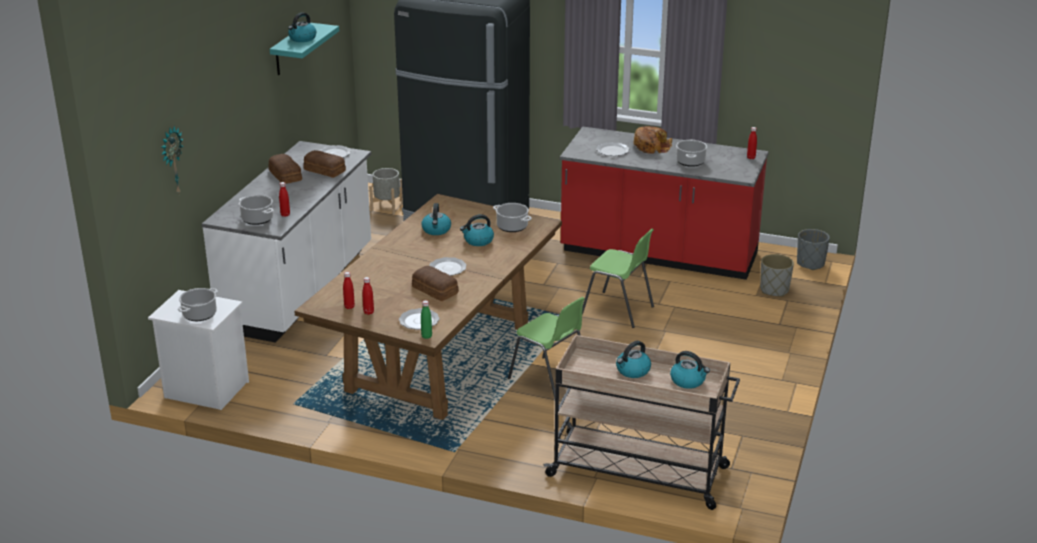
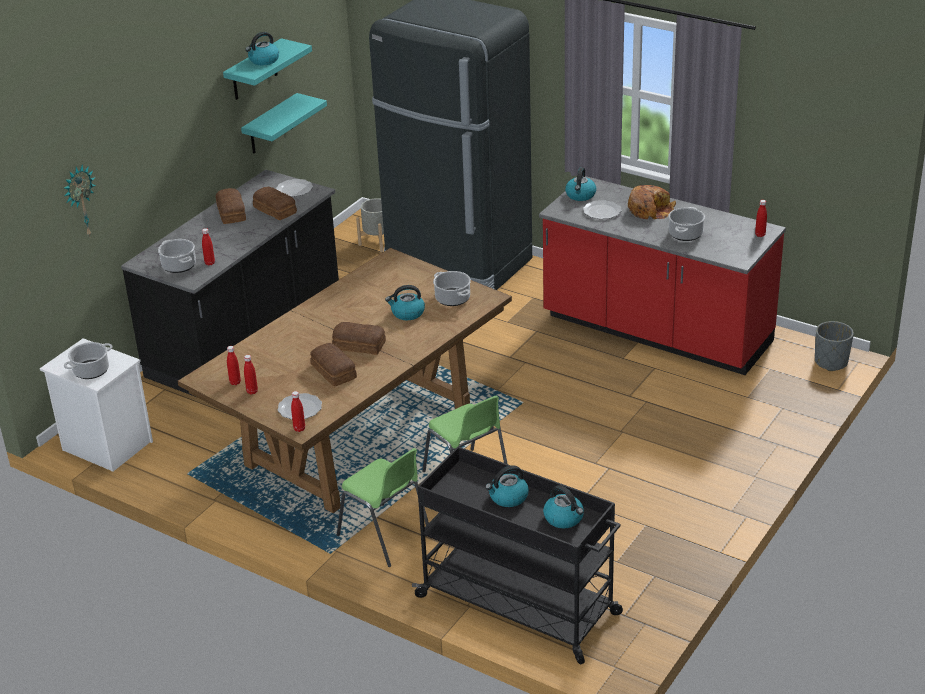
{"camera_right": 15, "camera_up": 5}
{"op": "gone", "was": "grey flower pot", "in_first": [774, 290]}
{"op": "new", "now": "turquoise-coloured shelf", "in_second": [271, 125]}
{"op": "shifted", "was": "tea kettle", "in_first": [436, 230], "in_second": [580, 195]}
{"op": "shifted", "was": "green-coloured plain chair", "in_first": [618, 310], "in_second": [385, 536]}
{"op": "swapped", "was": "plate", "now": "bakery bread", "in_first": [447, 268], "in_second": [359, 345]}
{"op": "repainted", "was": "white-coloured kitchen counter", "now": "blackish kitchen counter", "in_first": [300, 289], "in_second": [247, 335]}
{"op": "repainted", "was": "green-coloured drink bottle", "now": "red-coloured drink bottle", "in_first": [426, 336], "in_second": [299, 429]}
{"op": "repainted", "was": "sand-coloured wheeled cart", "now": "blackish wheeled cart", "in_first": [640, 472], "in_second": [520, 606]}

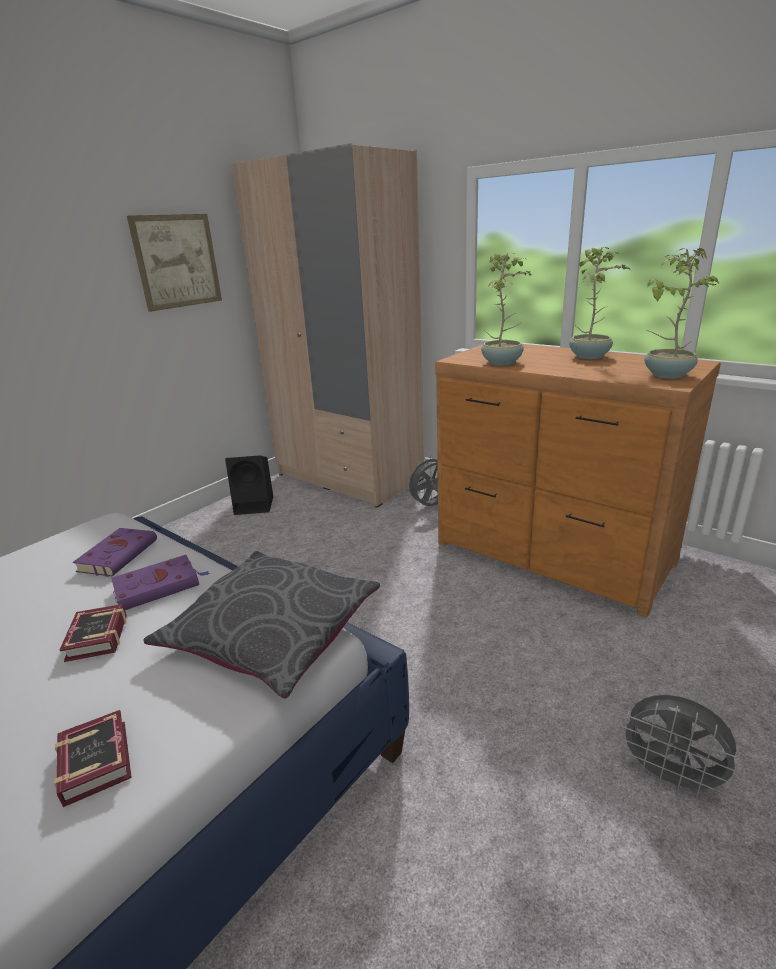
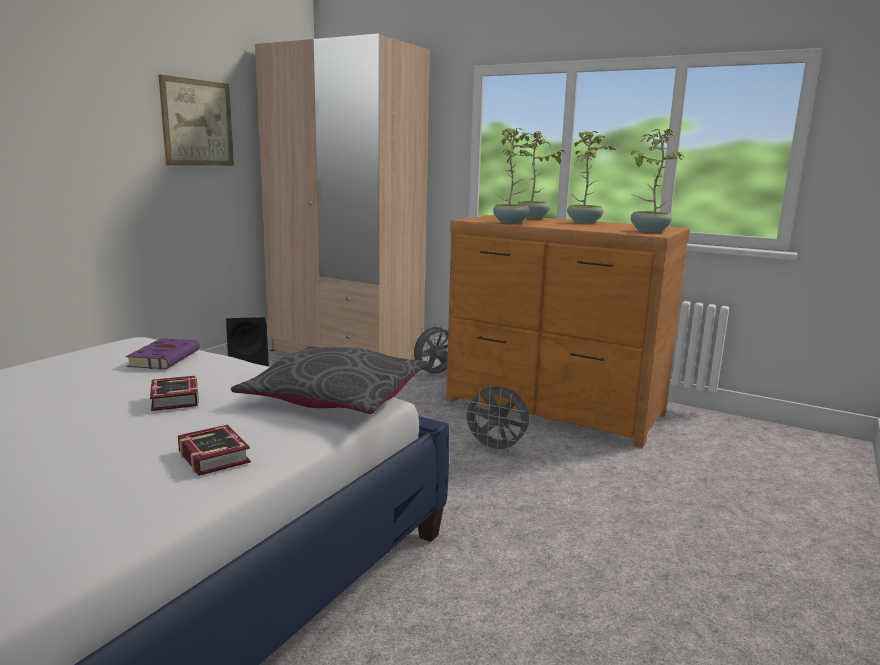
{"camera_right": -10, "camera_up": -10}
{"op": "gone", "was": "purple volume", "in_first": [159, 586]}
{"op": "new", "now": "houseplant", "in_second": [532, 218]}
{"op": "shifted", "was": "grey fan", "in_first": [670, 778], "in_second": [496, 449]}

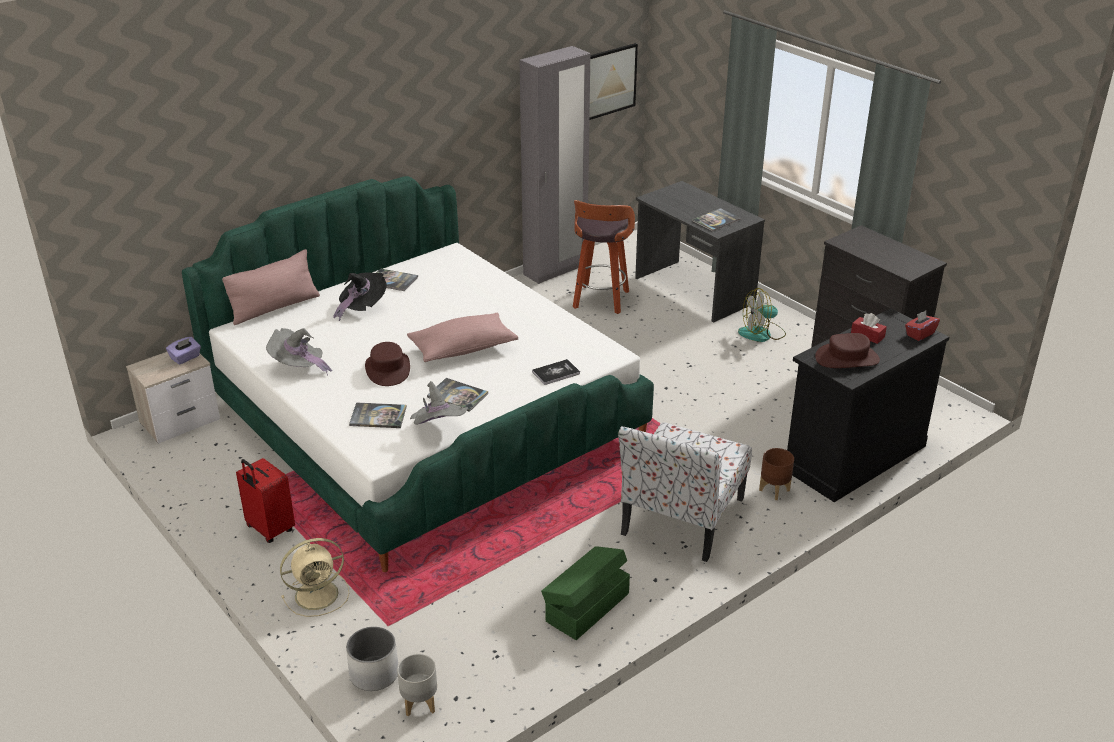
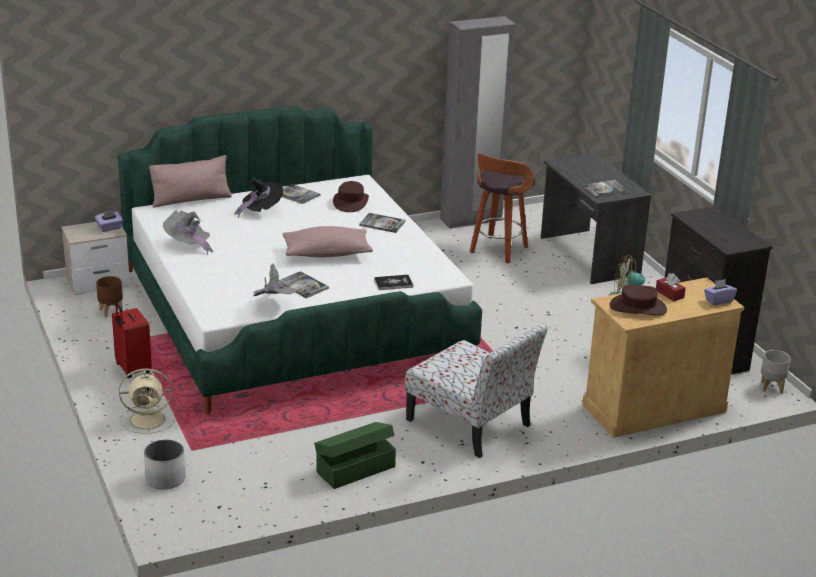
{"camera_right": 15, "camera_up": -5}
{"op": "gone", "was": "picture", "in_first": [610, 81]}
{"op": "shifted", "was": "volume", "in_first": [378, 416], "in_second": [382, 223]}
{"op": "shifted", "was": "brown-coloured clothing hat", "in_first": [387, 369], "in_second": [350, 202]}
{"op": "shifted", "was": "grey flower pot", "in_first": [419, 703], "in_second": [771, 387]}
{"op": "shifted", "was": "brown-coloured flower pot", "in_first": [774, 490], "in_second": [111, 311]}
{"op": "repainted", "was": "blackish storage cabinet", "now": "sand-coloured storage cabinet", "in_first": [854, 457], "in_second": [653, 408]}
{"op": "repainted", "was": "red-coloured tissue box", "now": "purple tissue box", "in_first": [920, 334], "in_second": [718, 300]}
{"op": "rotated", "was": "plain chair", "in_first": [681, 518], "in_second": [471, 424], "clockwise": -90}

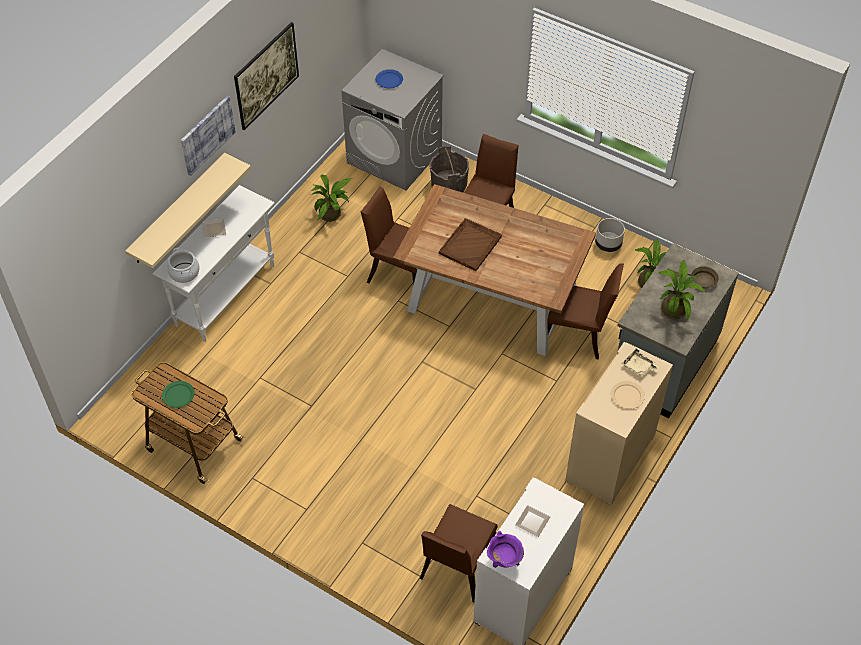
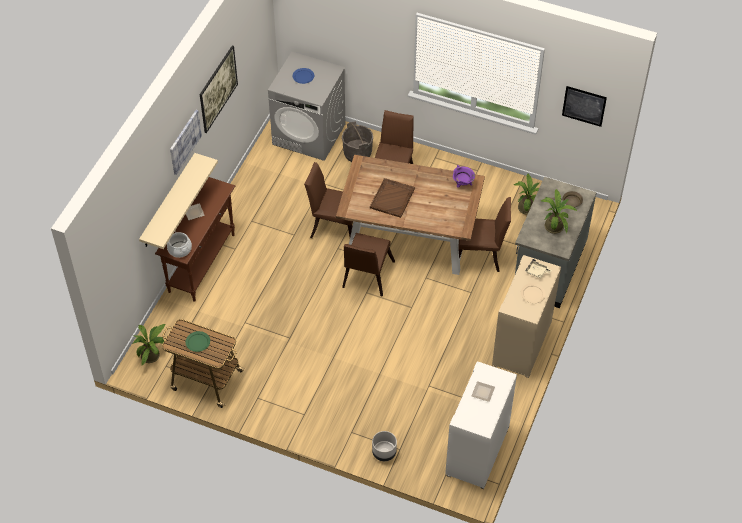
{"camera_right": -10, "camera_up": 0}
{"op": "new", "now": "picture", "in_second": [584, 106]}
{"op": "shifted", "was": "houseplant", "in_first": [332, 213], "in_second": [152, 355]}
{"op": "shifted", "was": "brown-coloured plain chair", "in_first": [457, 567], "in_second": [366, 277]}
{"op": "shifted", "was": "purple cooking pot", "in_first": [504, 560], "in_second": [462, 184]}
{"op": "shifted", "was": "grey flower pot", "in_first": [608, 244], "in_second": [384, 452]}
{"op": "repainted", "was": "white-coloured hall table", "now": "brown-coloured hall table", "in_first": [226, 295], "in_second": [202, 263]}

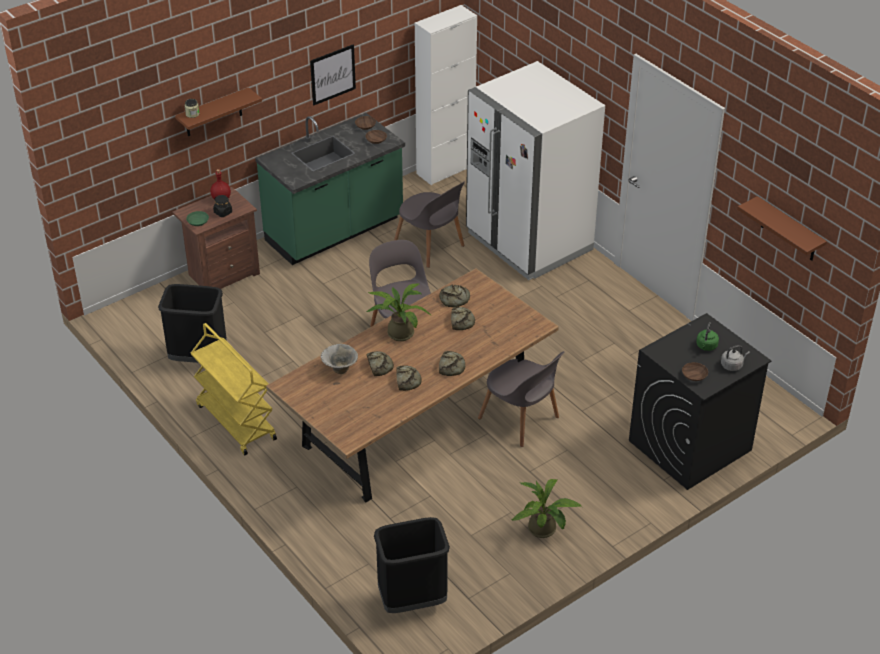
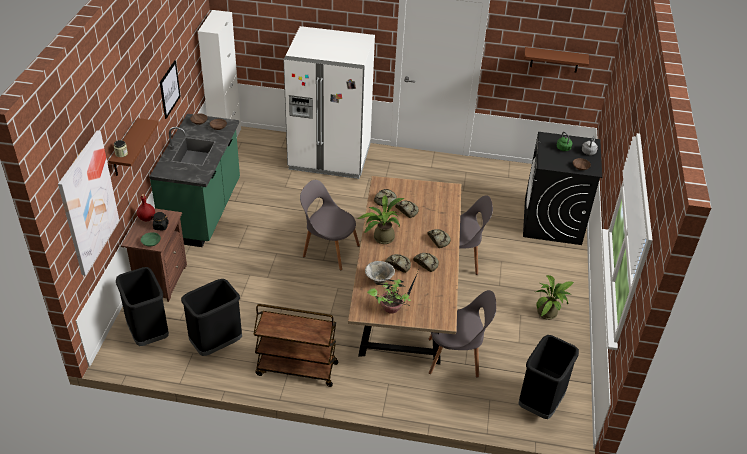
{"camera_right": -45, "camera_up": 0}
{"op": "new", "now": "picture", "in_second": [88, 203]}
{"op": "new", "now": "blackish waste bin", "in_second": [149, 333]}
{"op": "new", "now": "houseplant", "in_second": [391, 308]}
{"op": "shifted", "was": "grey plain chair", "in_first": [430, 247], "in_second": [456, 357]}
{"op": "repainted", "was": "yellow wheeled cart", "now": "brown-coloured wheeled cart", "in_first": [235, 422], "in_second": [296, 369]}

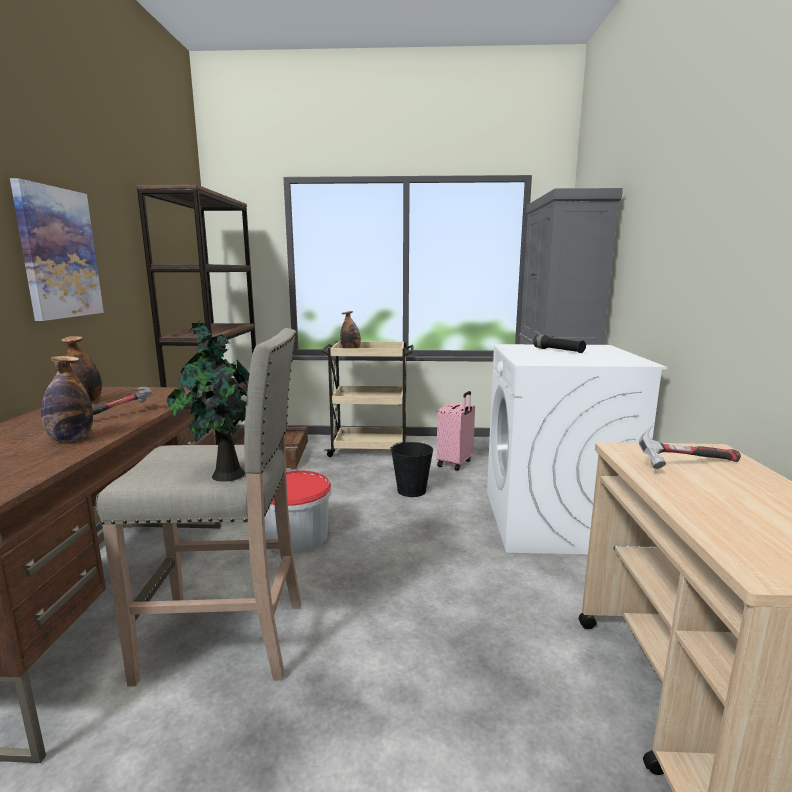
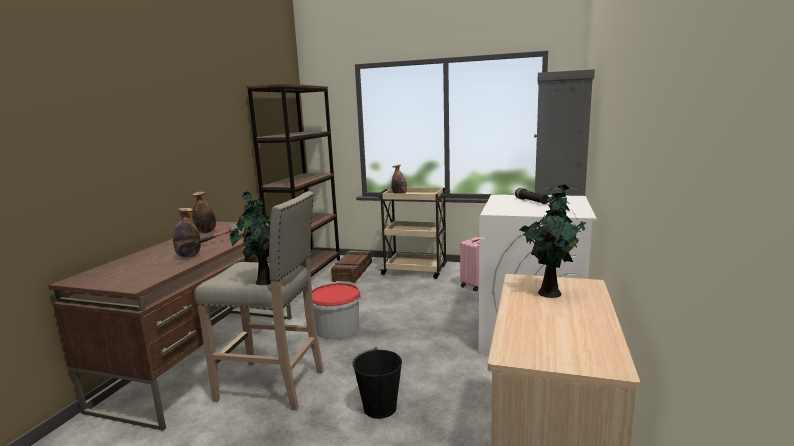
{"camera_right": 15, "camera_up": 0}
{"op": "gone", "was": "picture", "in_first": [58, 253]}
{"op": "shifted", "was": "blackish water bucket", "in_first": [411, 490], "in_second": [380, 407]}
{"op": "swapped", "was": "hand hammer", "now": "houseplant", "in_first": [684, 464], "in_second": [549, 292]}

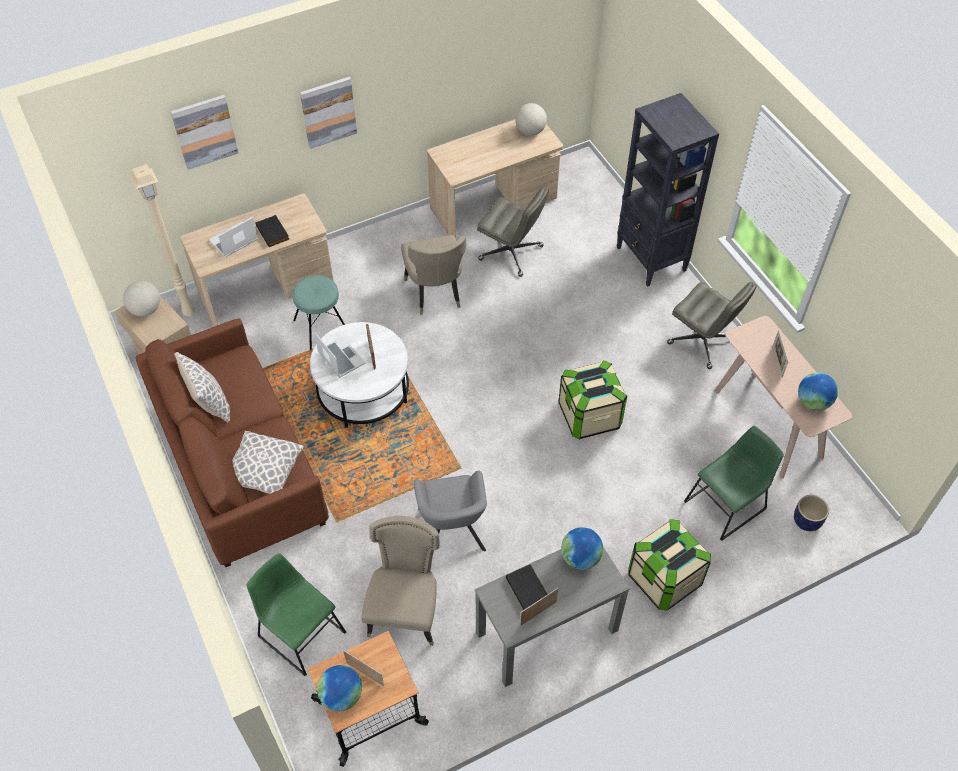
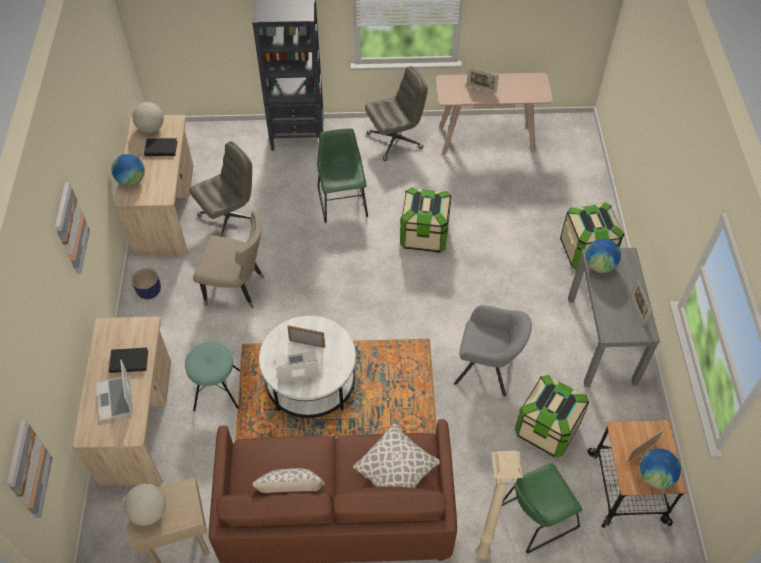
{"camera_right": -65, "camera_up": 0}
{"op": "shifted", "was": "sand-coloured floor lamp", "in_first": [187, 312], "in_second": [481, 553]}
{"op": "shifted", "was": "picture", "in_first": [204, 131], "in_second": [28, 469]}
{"op": "shifted", "was": "blackish volume", "in_first": [528, 589], "in_second": [161, 148]}
{"op": "shifted", "was": "green-coloured plain chair", "in_first": [727, 504], "in_second": [342, 200]}
{"op": "shifted", "was": "flower pot", "in_first": [807, 521], "in_second": [150, 291]}
{"op": "shifted", "was": "desk globe", "in_first": [813, 402], "in_second": [131, 180]}
{"op": "swapped", "was": "sand-coloured plain chair", "now": "storage bin", "in_first": [406, 611], "in_second": [546, 428]}

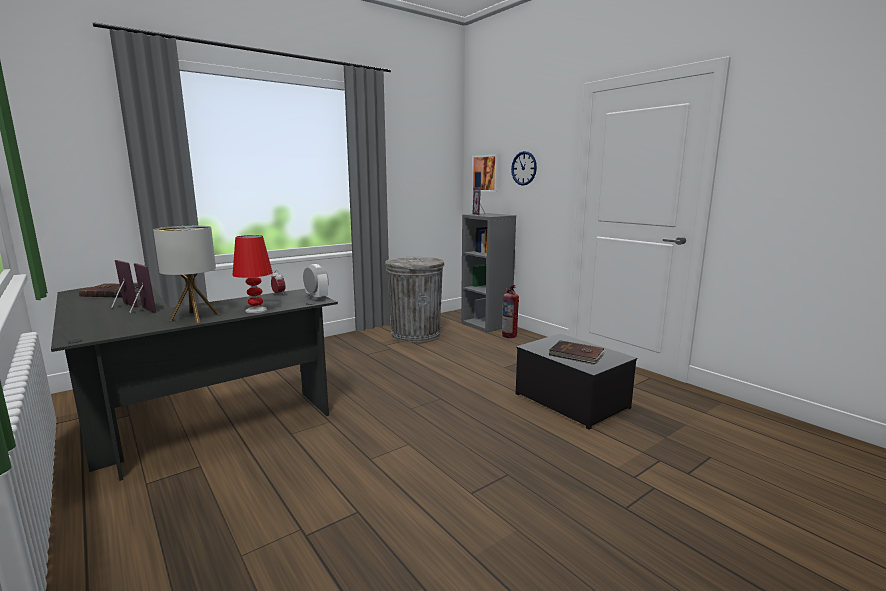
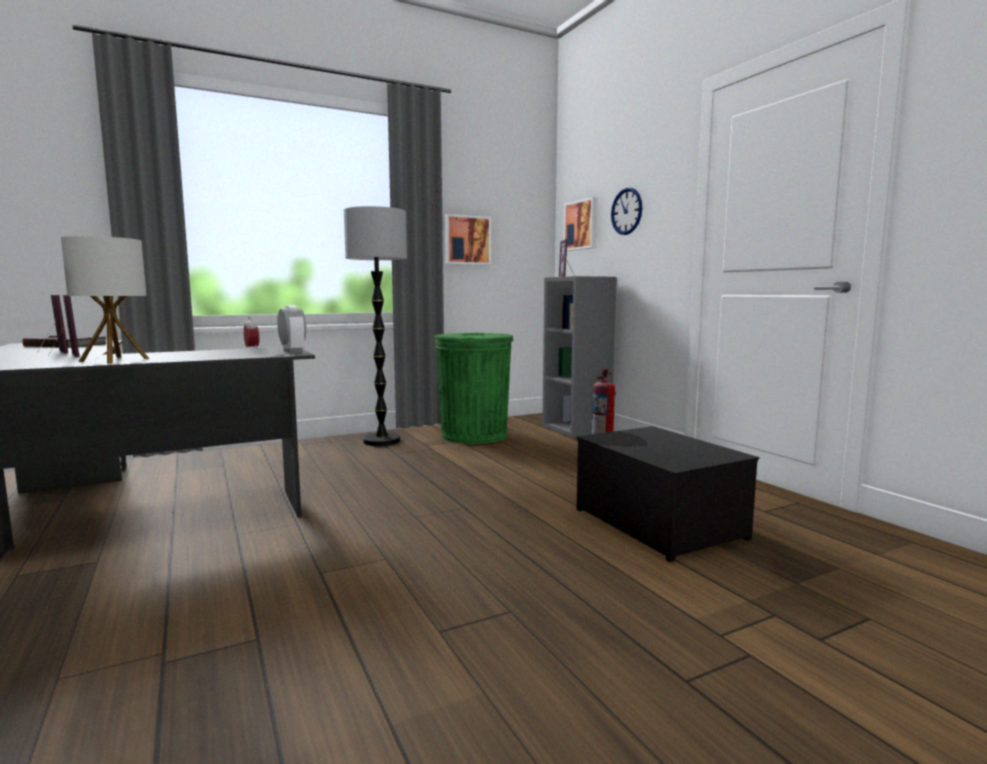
{"camera_right": 10, "camera_up": -5}
{"op": "gone", "was": "red-coloured lamp for a table", "in_first": [256, 310]}
{"op": "gone", "was": "brown-coloured volume", "in_first": [576, 355]}
{"op": "new", "now": "floor lamp", "in_second": [382, 441]}
{"op": "new", "now": "picture", "in_second": [467, 240]}
{"op": "repainted", "was": "grey waste bin", "now": "green-coloured waste bin", "in_first": [416, 334], "in_second": [474, 435]}

